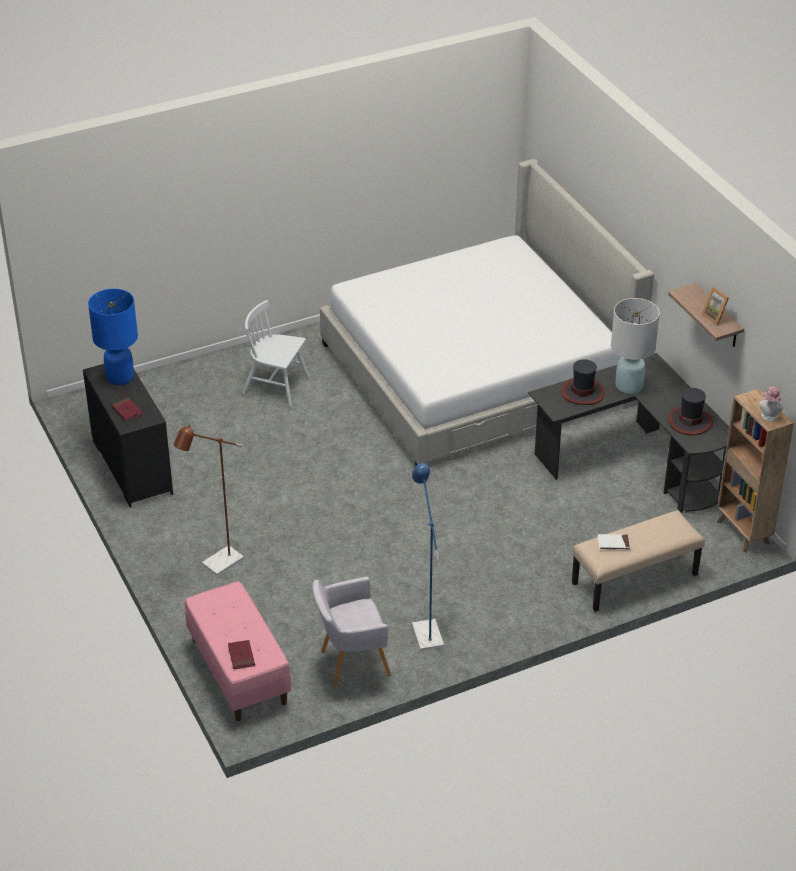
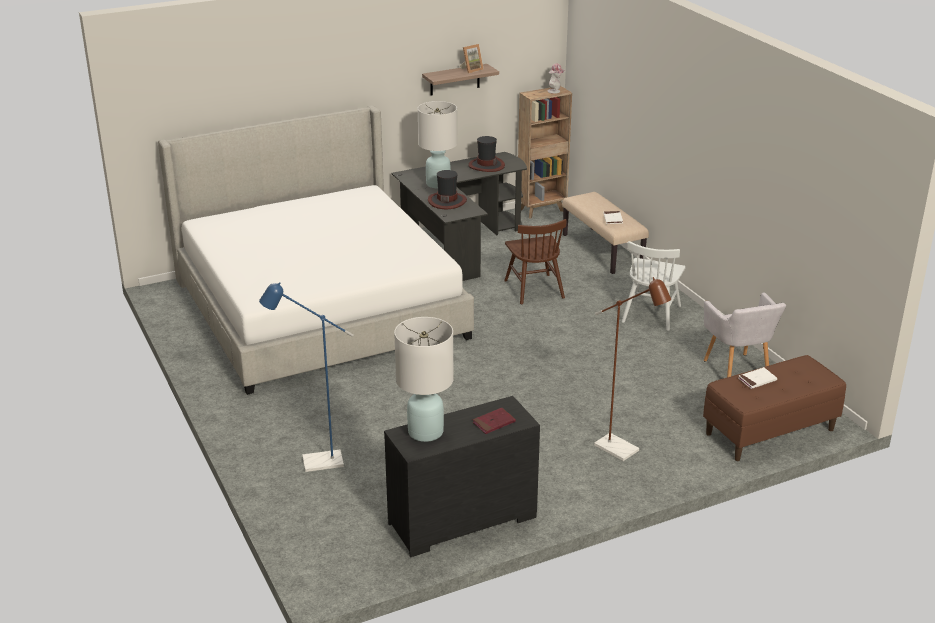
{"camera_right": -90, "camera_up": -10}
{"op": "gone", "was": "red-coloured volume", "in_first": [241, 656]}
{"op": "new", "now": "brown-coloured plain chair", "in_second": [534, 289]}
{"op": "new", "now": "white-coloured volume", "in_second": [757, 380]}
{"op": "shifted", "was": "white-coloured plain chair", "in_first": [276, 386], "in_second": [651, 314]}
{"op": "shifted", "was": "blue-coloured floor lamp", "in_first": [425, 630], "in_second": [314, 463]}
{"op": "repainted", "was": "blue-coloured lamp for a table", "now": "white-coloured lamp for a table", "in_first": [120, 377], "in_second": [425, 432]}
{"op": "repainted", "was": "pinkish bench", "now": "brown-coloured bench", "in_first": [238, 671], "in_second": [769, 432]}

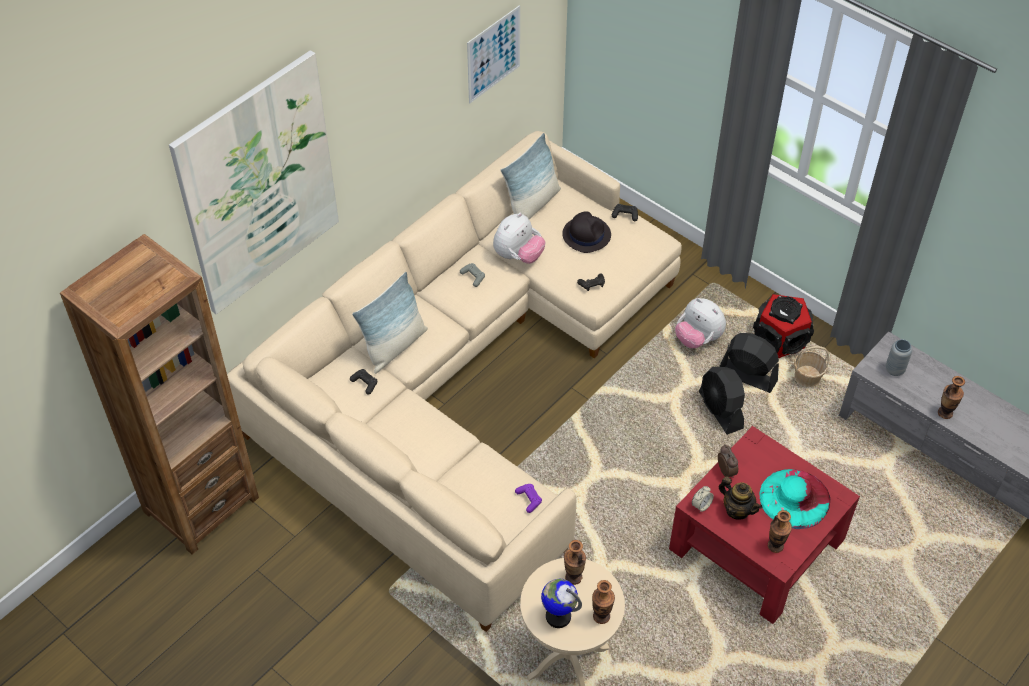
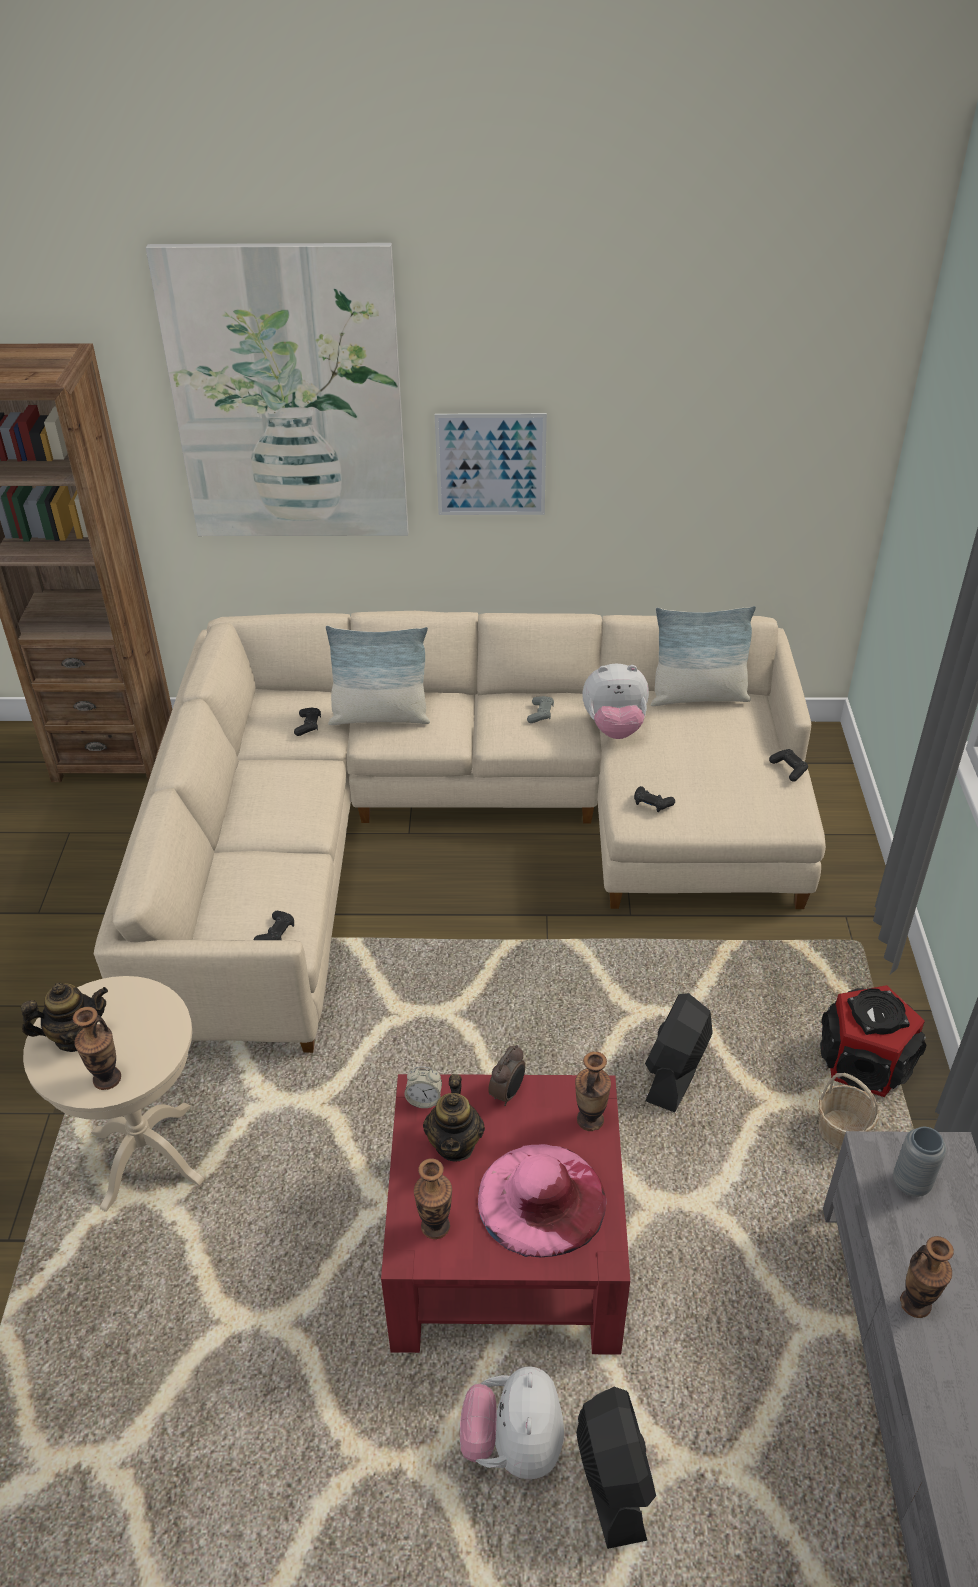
{"camera_right": 50, "camera_up": -10}
{"op": "gone", "was": "blackish clothing hat", "in_first": [586, 234]}
{"op": "shifted", "was": "picture", "in_first": [494, 54], "in_second": [491, 465]}
{"op": "shifted", "was": "vase", "in_first": [573, 577], "in_second": [590, 1119]}
{"op": "shifted", "was": "cuddly toy", "in_first": [698, 339], "in_second": [513, 1444]}
{"op": "shifted", "was": "blackish fan", "in_first": [747, 375], "in_second": [611, 1478]}
{"op": "swapped", "was": "desk globe", "now": "pot for tea", "in_first": [558, 616], "in_second": [75, 1036]}
{"op": "repainted", "was": "purple game controller", "now": "blackish game controller", "in_first": [529, 499], "in_second": [276, 933]}
{"op": "repainted", "was": "turquoise-coloured clothing hat", "now": "pinkish clothing hat", "in_first": [794, 498], "in_second": [541, 1199]}

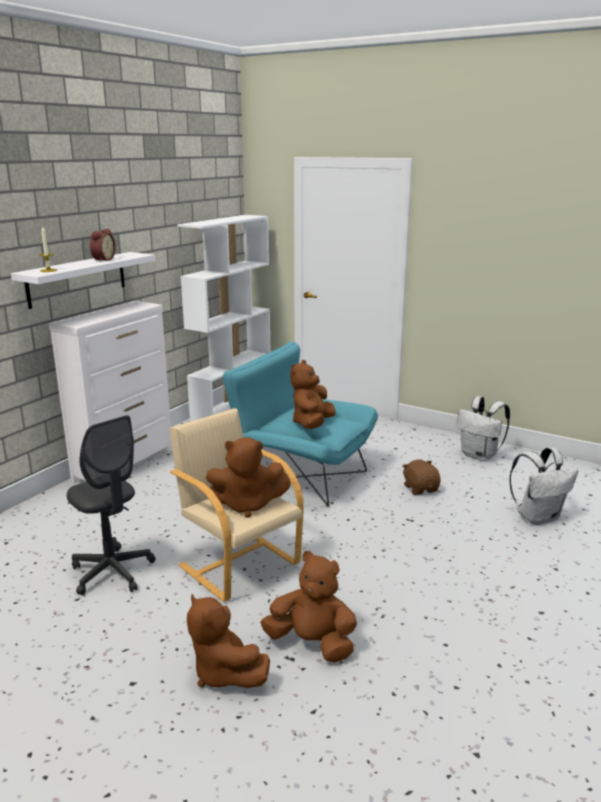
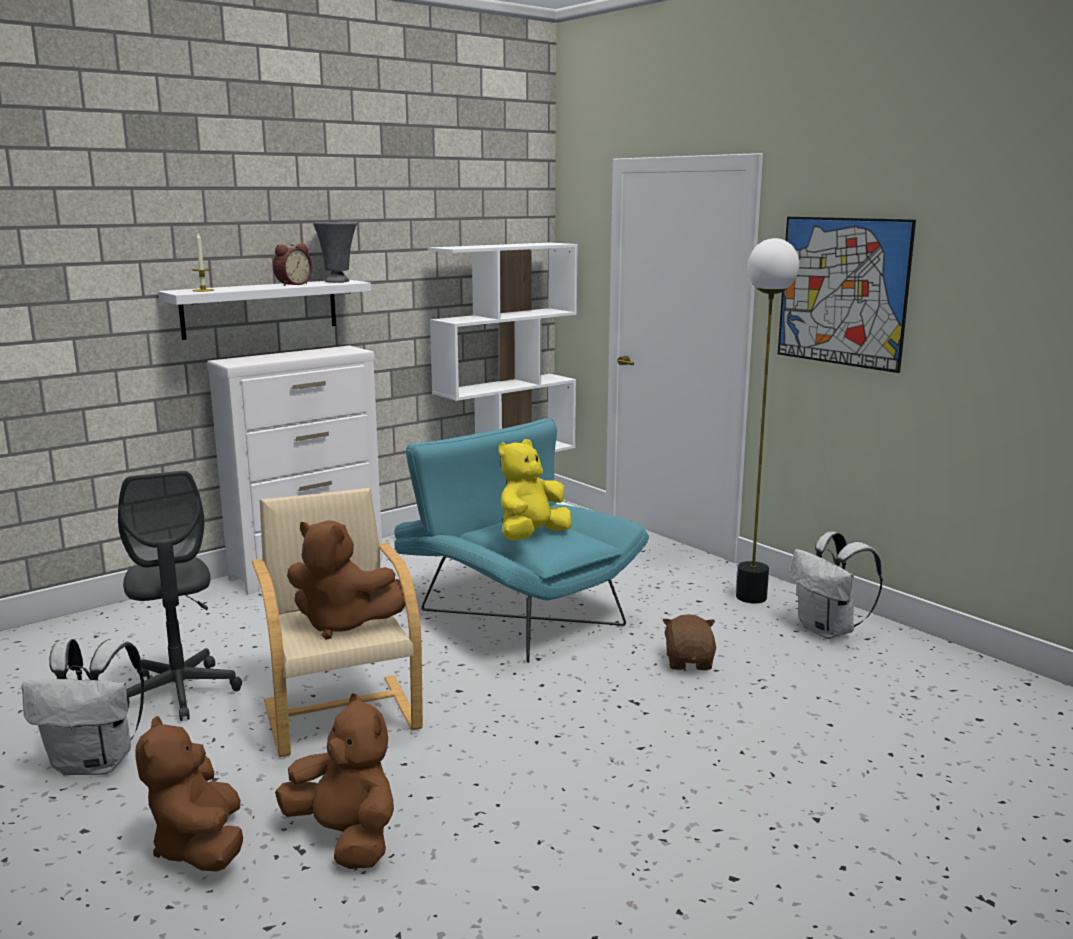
{"camera_right": 20, "camera_up": -5}
{"op": "new", "now": "grey vase", "in_second": [338, 281]}
{"op": "new", "now": "floor lamp", "in_second": [751, 597]}
{"op": "new", "now": "picture", "in_second": [842, 291]}
{"op": "shifted", "was": "white-coloured knapsack", "in_first": [538, 517], "in_second": [96, 763]}
{"op": "repainted", "was": "brown-coloured cuddly toy", "now": "yellow cuddly toy", "in_first": [312, 424], "in_second": [531, 537]}

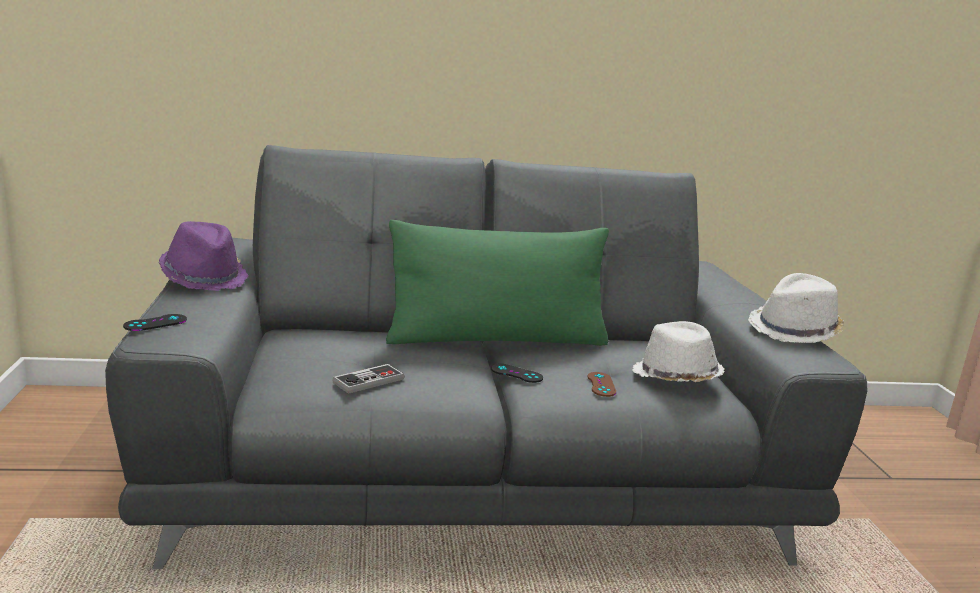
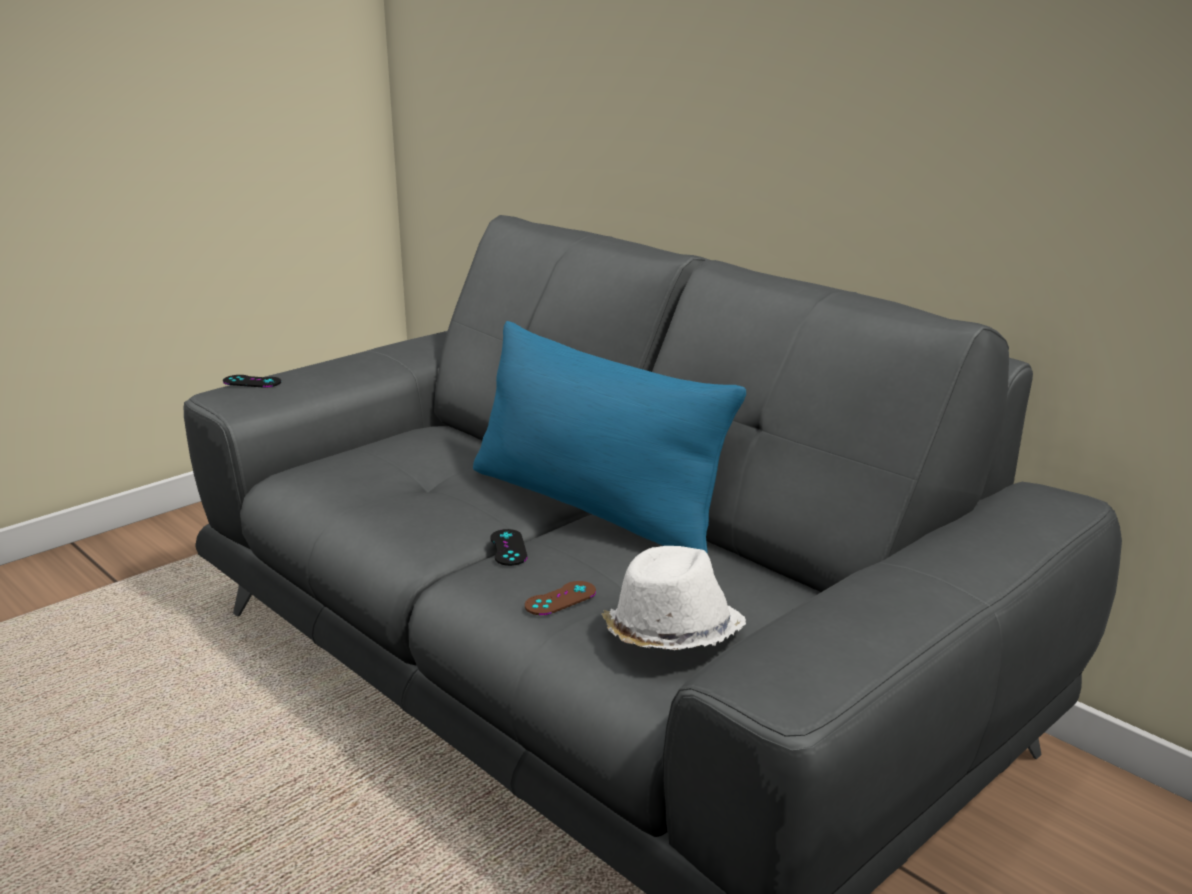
{"camera_right": 55, "camera_up": 5}
{"op": "gone", "was": "purple clothing hat", "in_first": [204, 278]}
{"op": "gone", "was": "game controller", "in_first": [368, 381]}
{"op": "gone", "was": "white-coloured clothing hat", "in_first": [795, 330]}
{"op": "repainted", "was": "green-coloured cushion", "now": "blue-coloured cushion", "in_first": [496, 339], "in_second": [593, 507]}

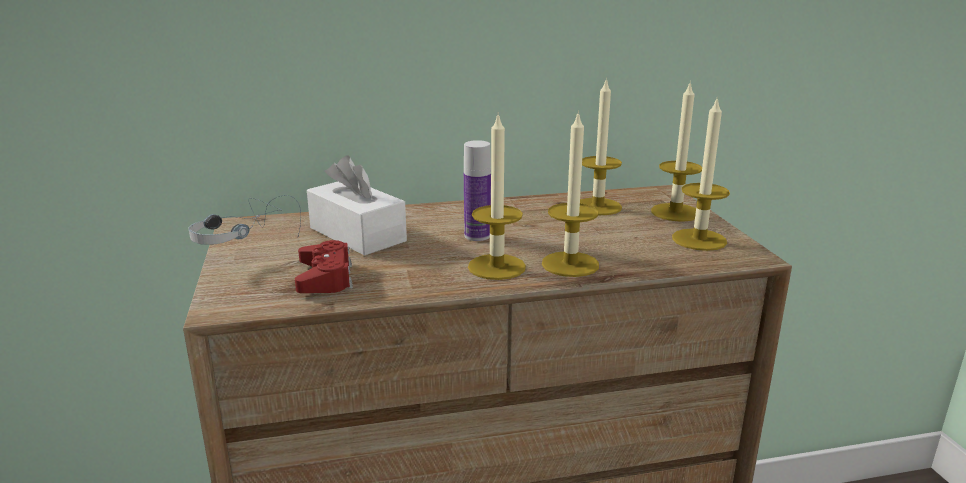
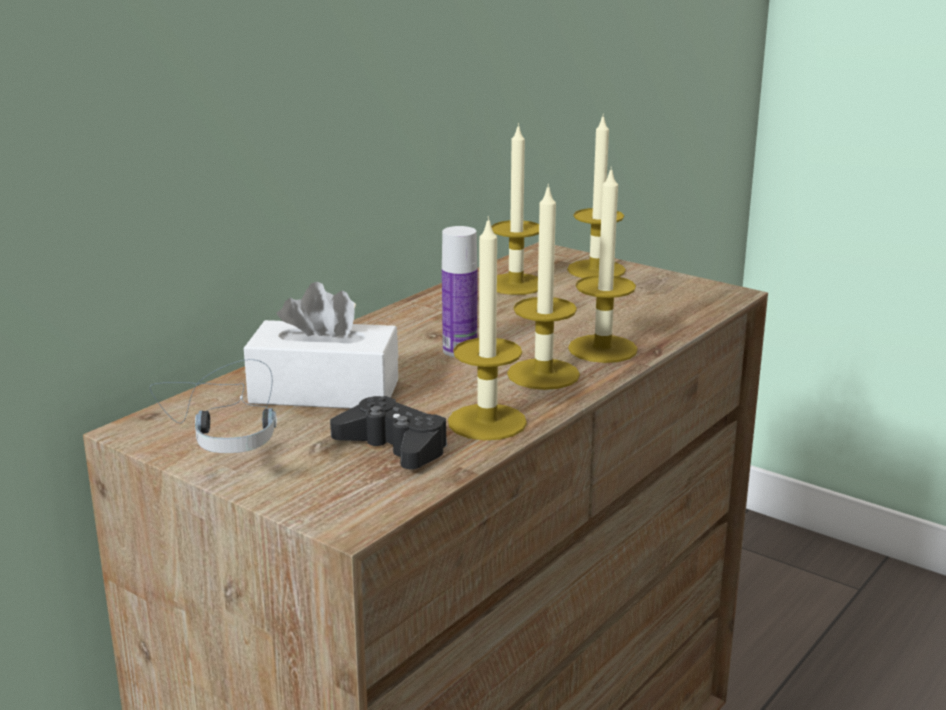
{"camera_right": -40, "camera_up": 0}
{"op": "shifted", "was": "wax candle", "in_first": [699, 239], "in_second": [487, 422]}
{"op": "repainted", "was": "red-coloured game controller", "now": "blackish game controller", "in_first": [325, 277], "in_second": [393, 447]}

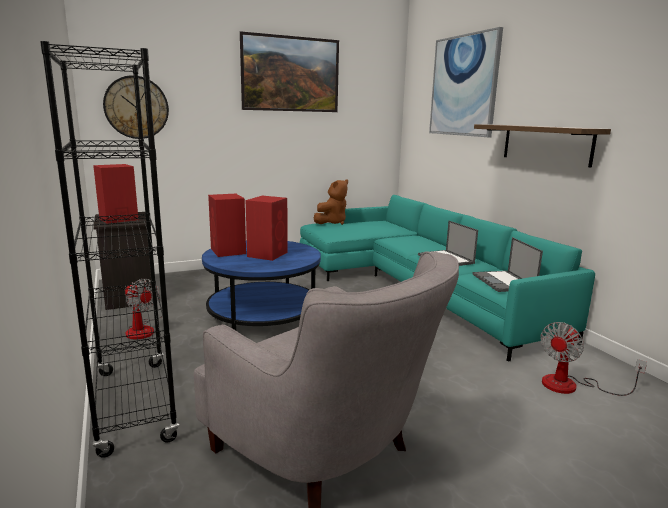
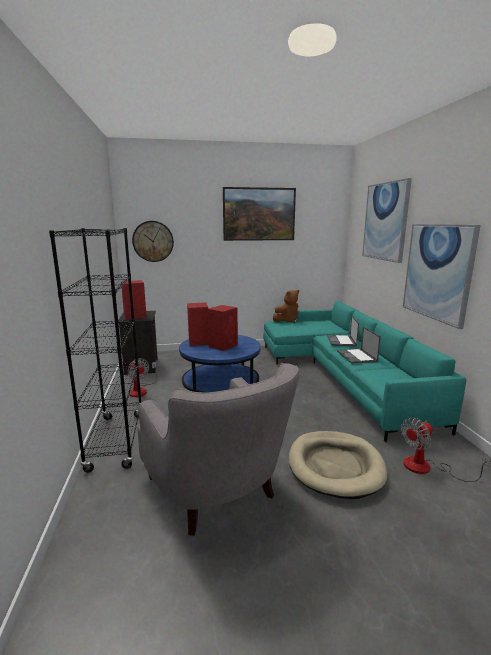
{"camera_right": 15, "camera_up": 0}
{"op": "new", "now": "sand-coloured pet bed", "in_second": [335, 466]}
{"op": "shifted", "was": "notebook computer", "in_first": [504, 282], "in_second": [341, 341]}
{"op": "swapped", "was": "shelf", "now": "picture", "in_first": [546, 144], "in_second": [437, 272]}

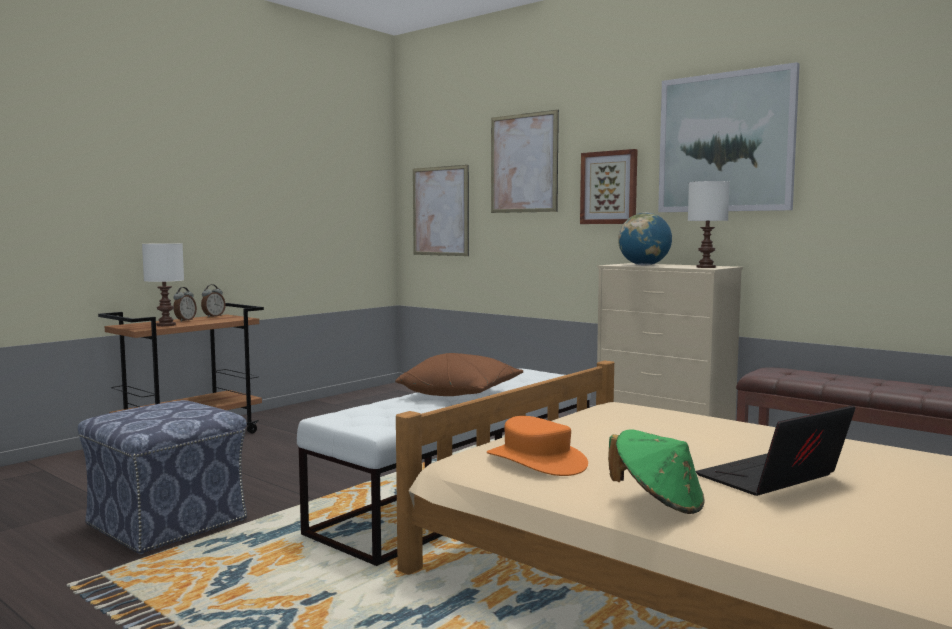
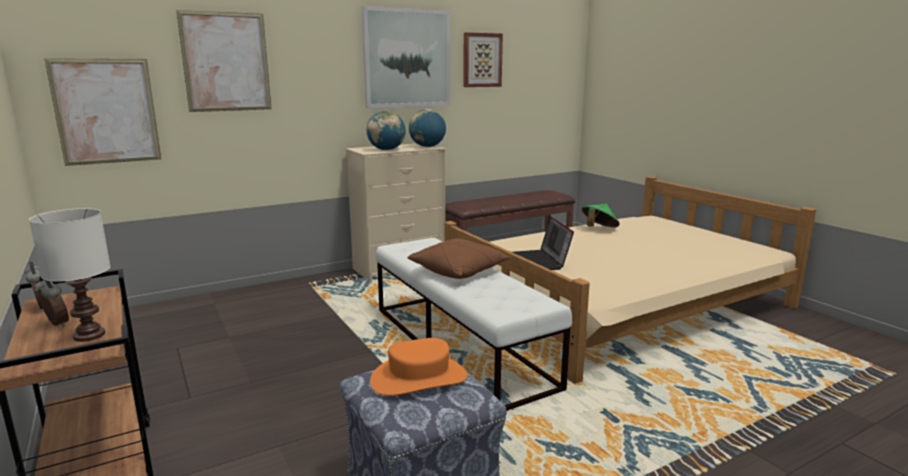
{"camera_right": -70, "camera_up": 10}
{"op": "shifted", "was": "orange clothing hat", "in_first": [536, 460], "in_second": [419, 378]}
{"op": "shifted", "was": "picture", "in_first": [609, 187], "in_second": [481, 60]}
{"op": "shifted", "was": "green-coloured clothing hat", "in_first": [658, 503], "in_second": [599, 229]}
{"op": "shifted", "was": "notebook computer", "in_first": [772, 479], "in_second": [539, 261]}
{"op": "swapped", "was": "white-coloured lamp for a table", "now": "desk globe", "in_first": [705, 267], "in_second": [427, 146]}

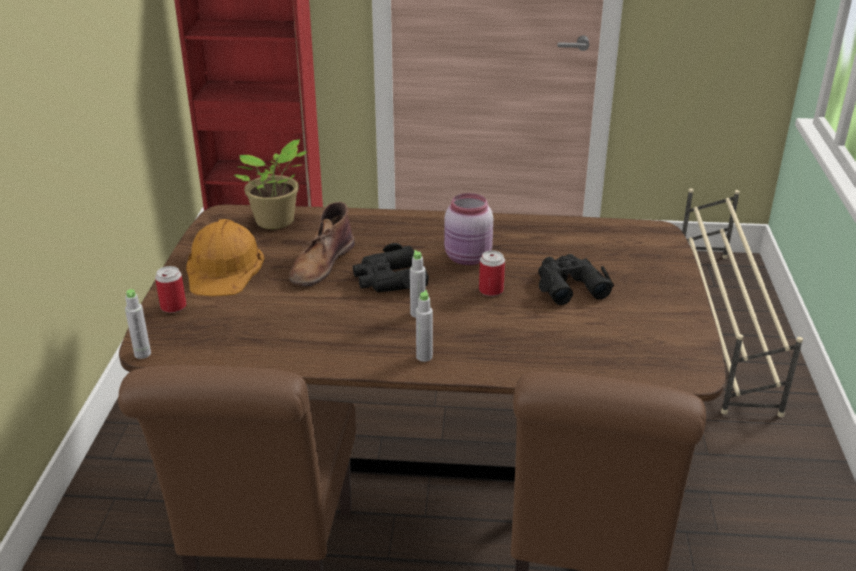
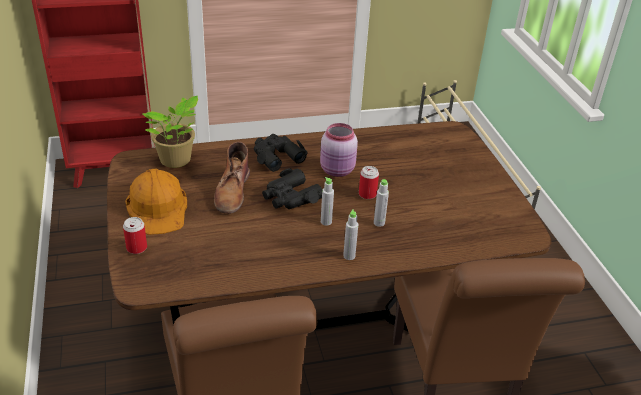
{"camera_right": -20, "camera_up": 5}
{"op": "shifted", "was": "grey drink bottle", "in_first": [142, 354], "in_second": [379, 223]}
{"op": "shifted", "was": "blackish binoculars", "in_first": [569, 285], "in_second": [276, 156]}

